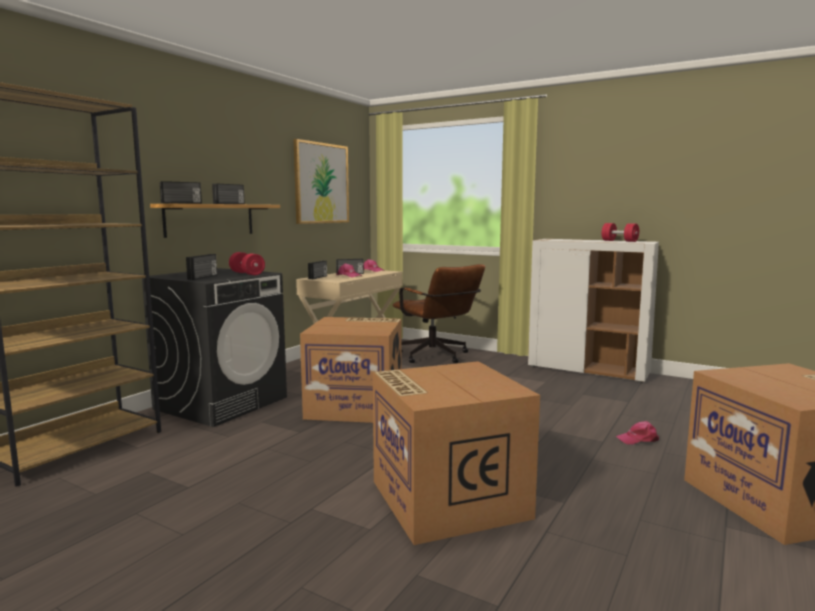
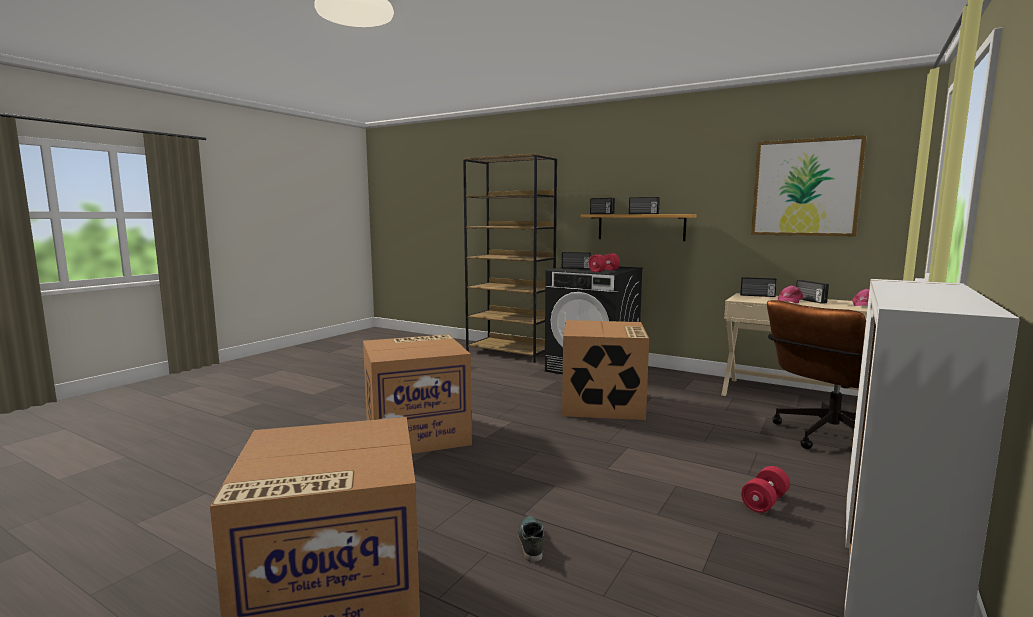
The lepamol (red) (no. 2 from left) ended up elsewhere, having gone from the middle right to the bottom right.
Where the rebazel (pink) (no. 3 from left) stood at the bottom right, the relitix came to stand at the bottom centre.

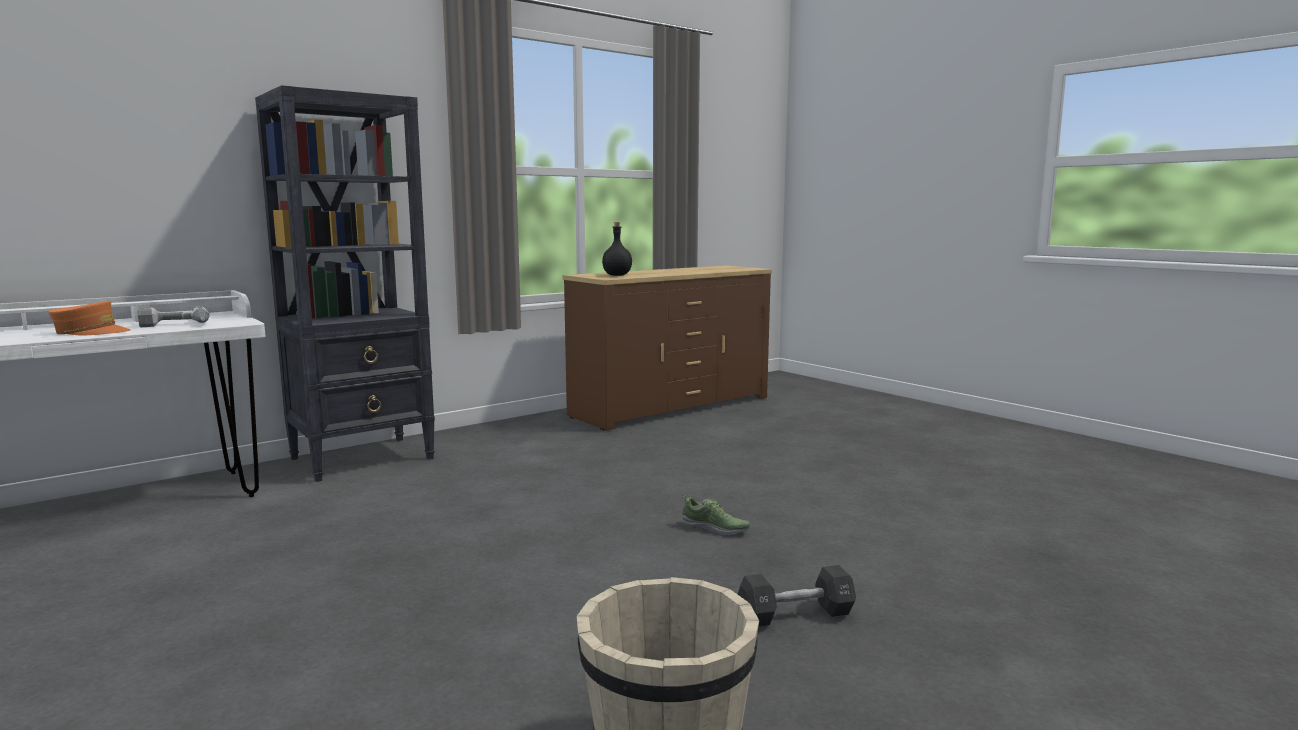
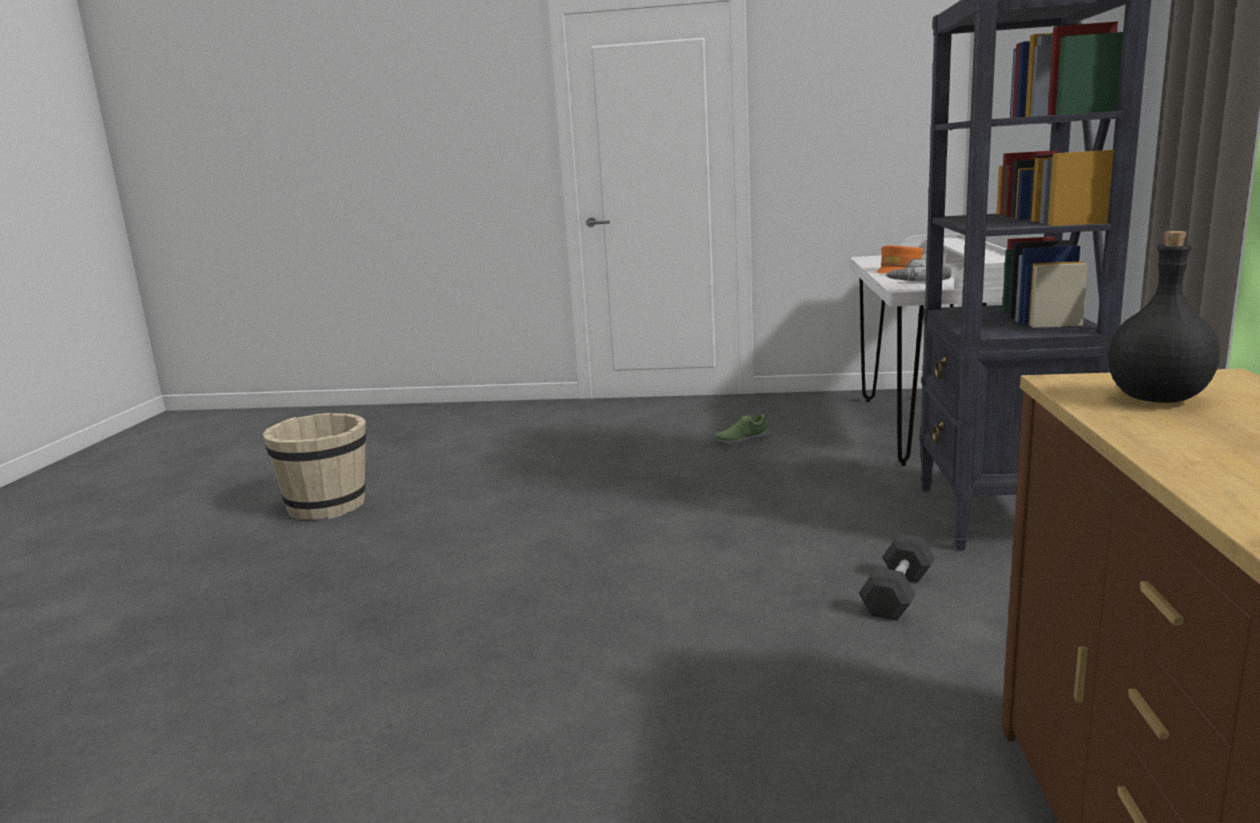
The relitix ended up elsewhere, having gone from the bottom centre to the centre.
The lepamol (black) ended up elsewhere, having gone from the bottom centre to the bottom right.

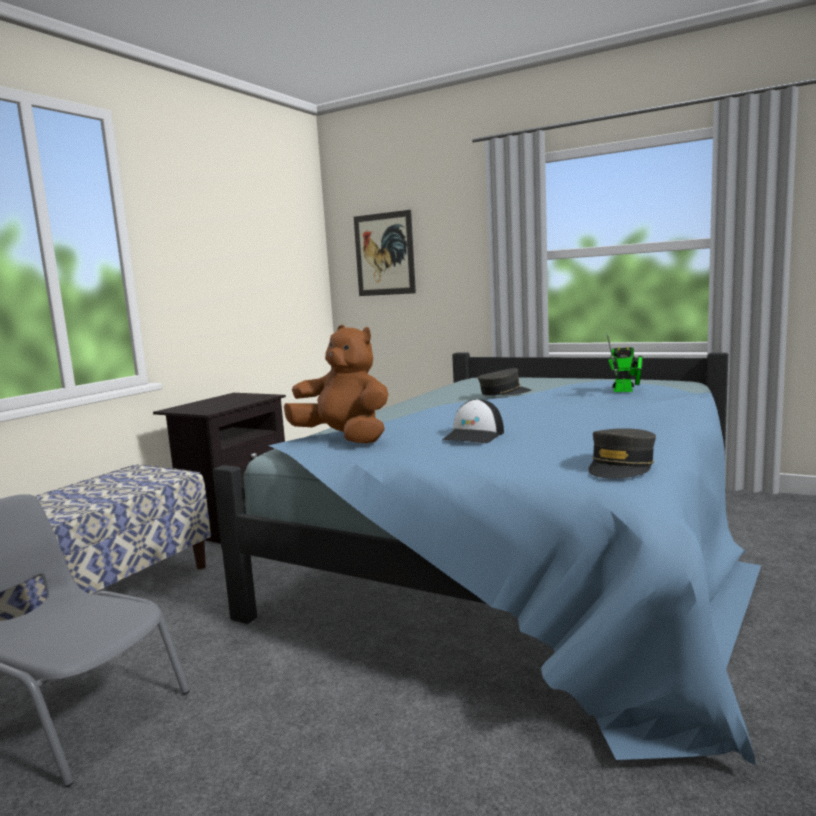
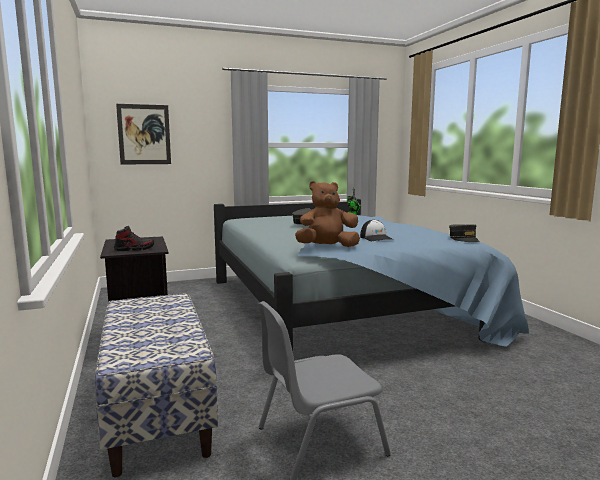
The second view gained the relitix at the middle left.

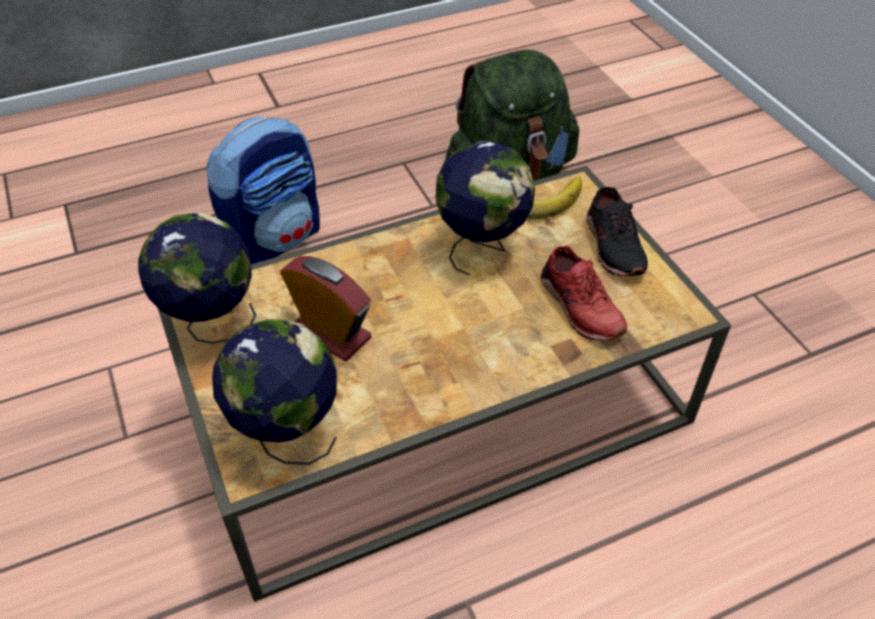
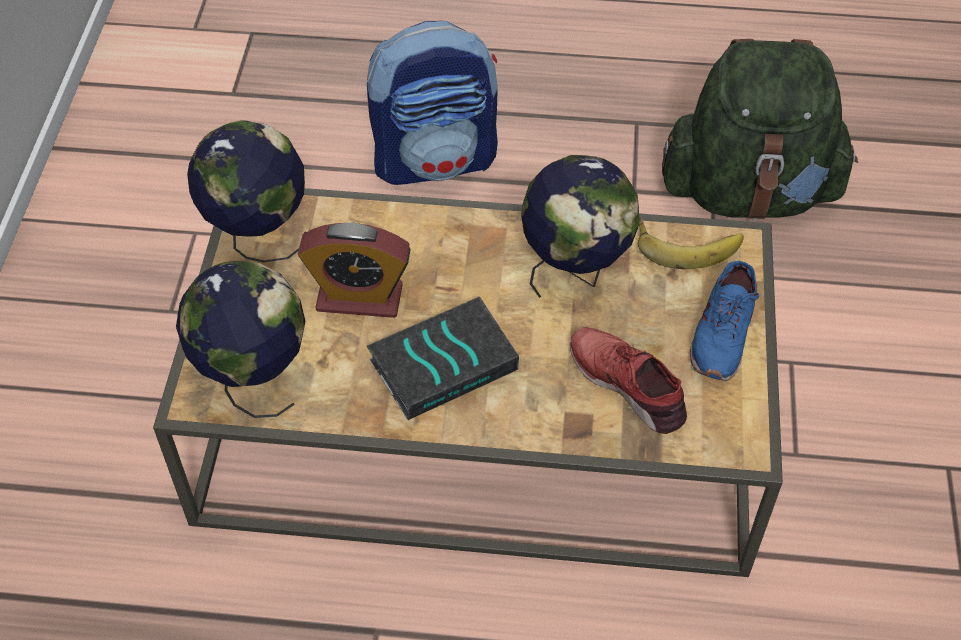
The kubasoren at the centre ended up facing another way, 120 degrees clockwise from before.
The relitix (red) at the middle right ended up facing another way, 135 degrees clockwise from before.
What was the relitix (black) at the middle right turned into the relitix (blue) at the middle right.
The second view gained the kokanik at the centre.

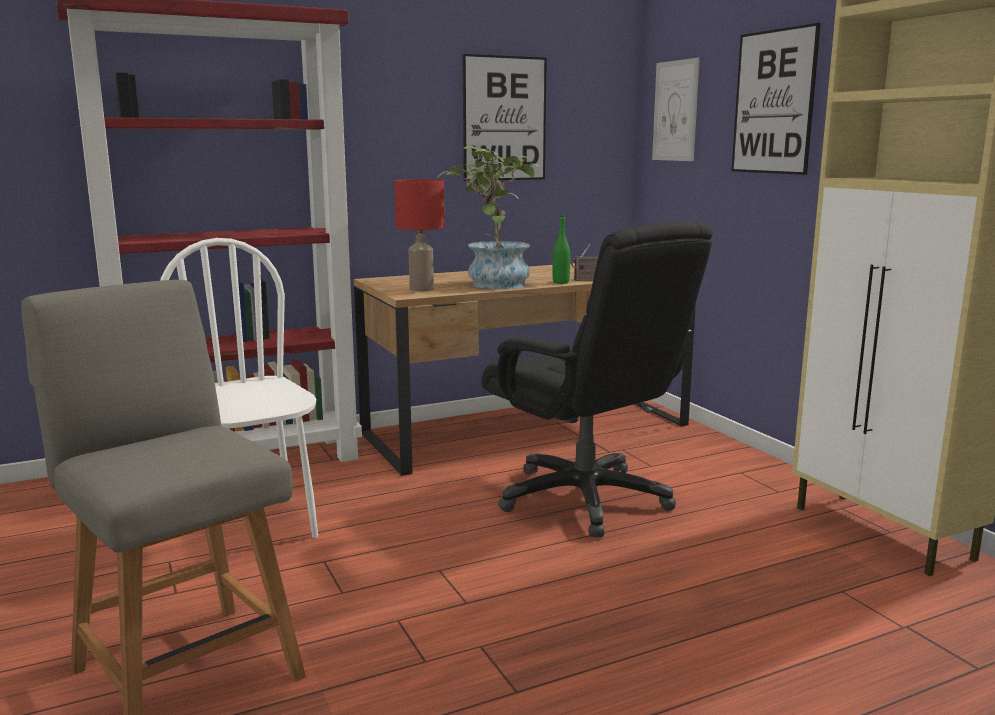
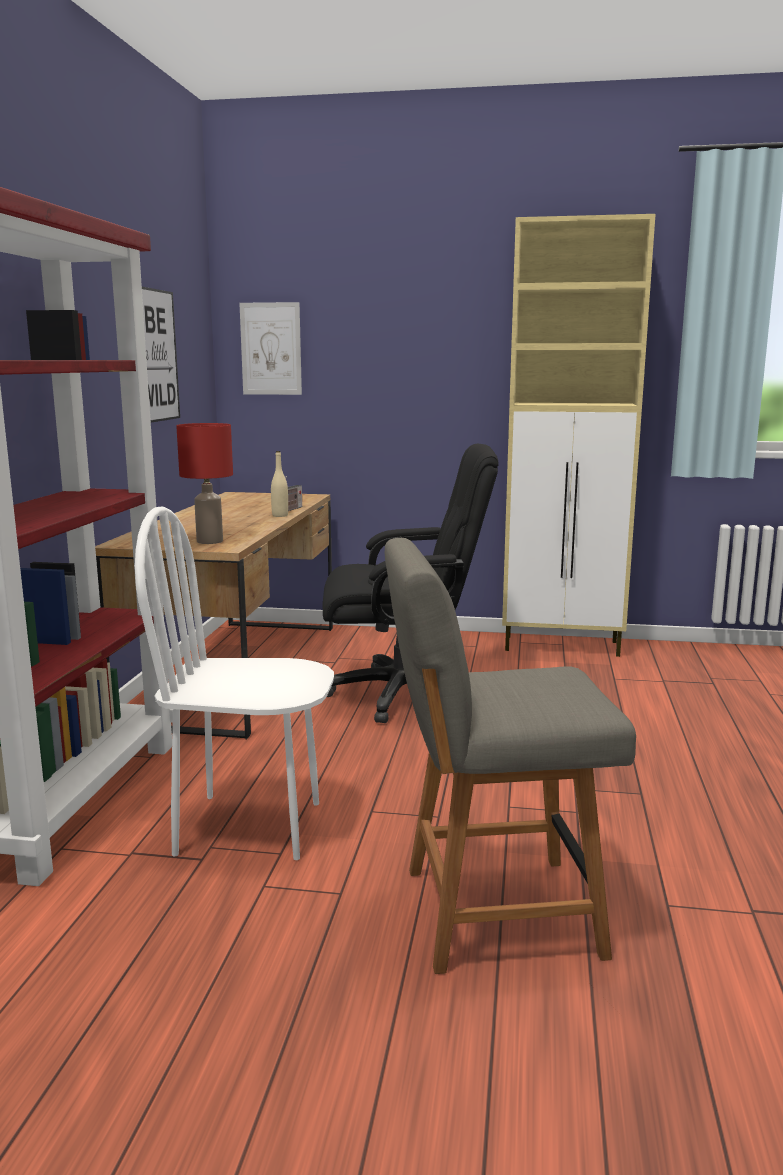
The second view lost the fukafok at the top centre.
What was the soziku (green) at the centre turned into the soziku (beige) at the centre.
The second view lost the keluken (no. 3 from left) at the top right.

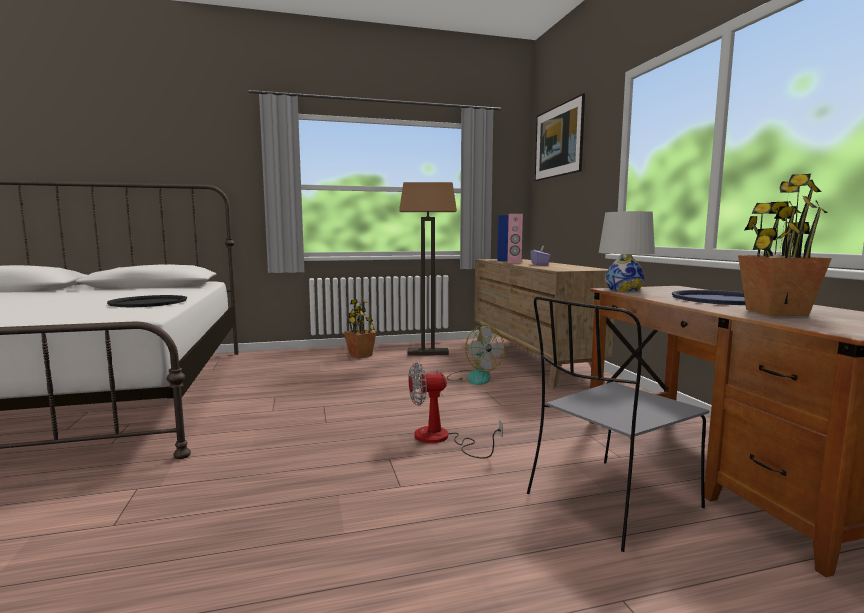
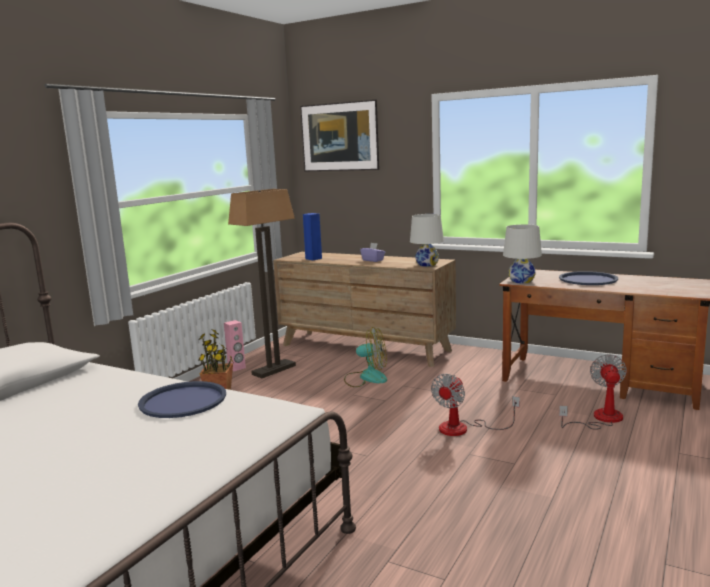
What was the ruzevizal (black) at the middle left turned into the ruzevizal (blue) (no. 1 from left) at the bottom left.
The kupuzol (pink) ended up elsewhere, having gone from the centre to the middle left.
Where the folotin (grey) stood at the bottom right, the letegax (no. 3 from left) came to stand at the bottom right.
The second view lost the fukafok (no. 2 from left) at the middle right.
The second view gained the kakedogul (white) (no. 1 from left) at the centre.

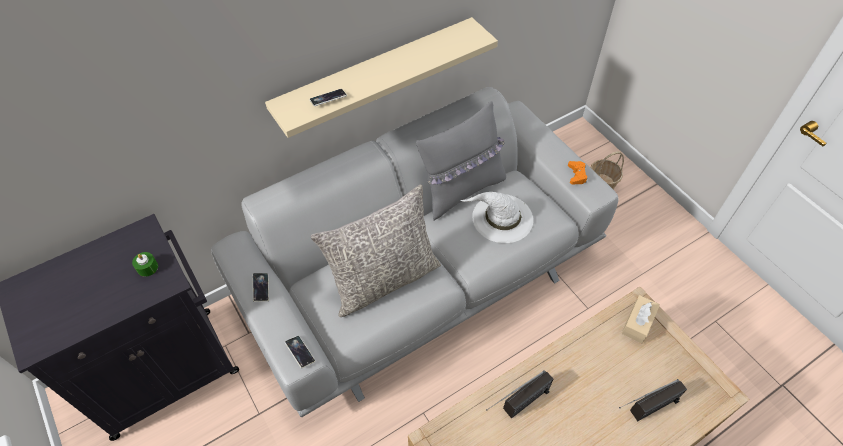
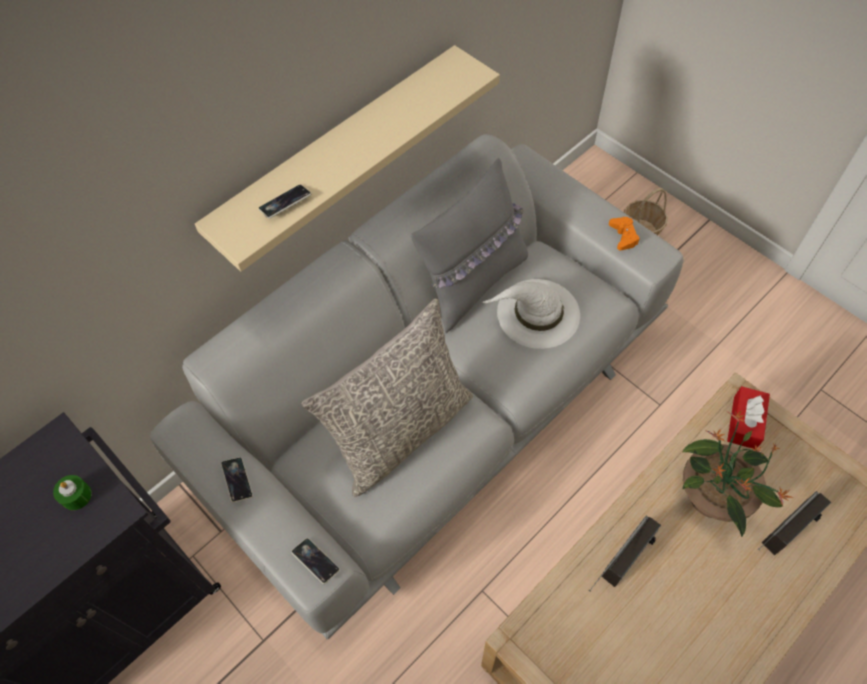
What was the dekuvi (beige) at the bottom right turned into the dekuvi (red) at the middle right.
The second view gained the fukafok at the bottom right.

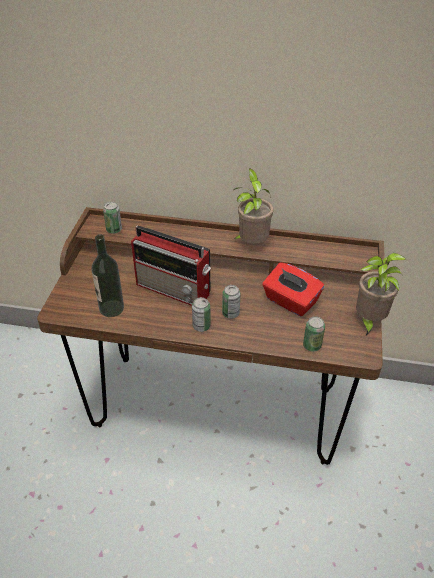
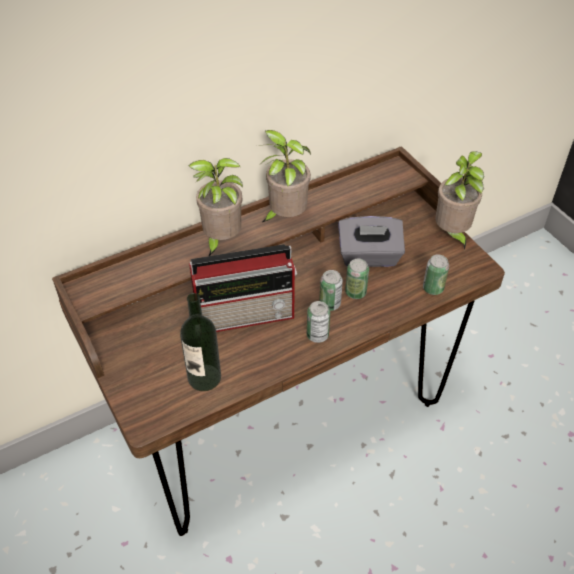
The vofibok (no. 1 from left in the first image) ended up elsewhere, having gone from the middle left to the centre.
What was the dekuvi (red) at the middle right turned into the dekuvi (grey) at the centre.
The second view gained the fukafok (no. 1 from left) at the centre.

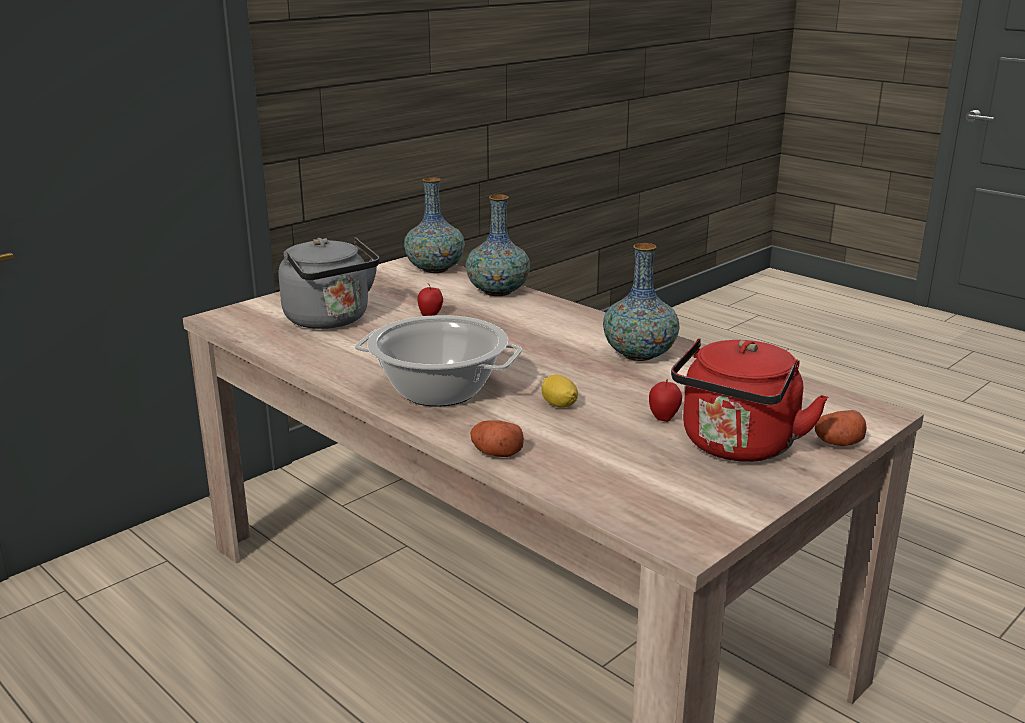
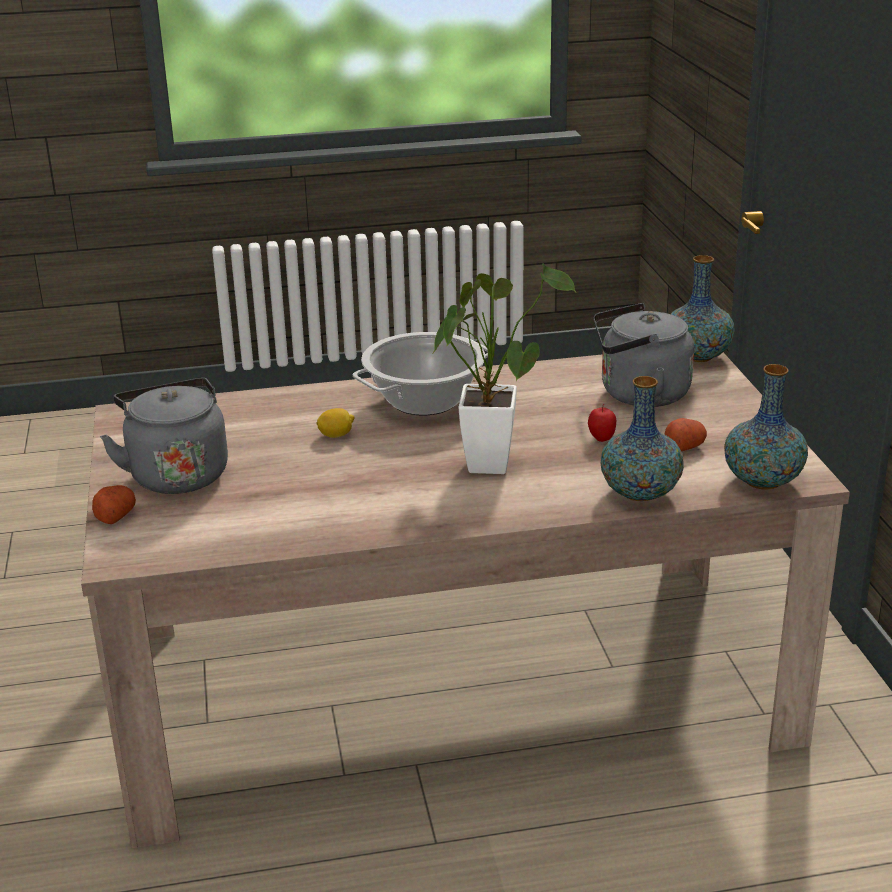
The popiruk (no. 1 from left in the first image) ended up elsewhere, having gone from the centre to the middle right.
The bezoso (no. 3 from left in the first image) ended up elsewhere, having gone from the centre to the middle right.
The second view lost the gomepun (no. 2 from left) at the centre.
What was the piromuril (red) at the middle right turned into the piromuril (grey) (no. 1 from left) at the middle left.
The second view gained the fukafok at the centre.

